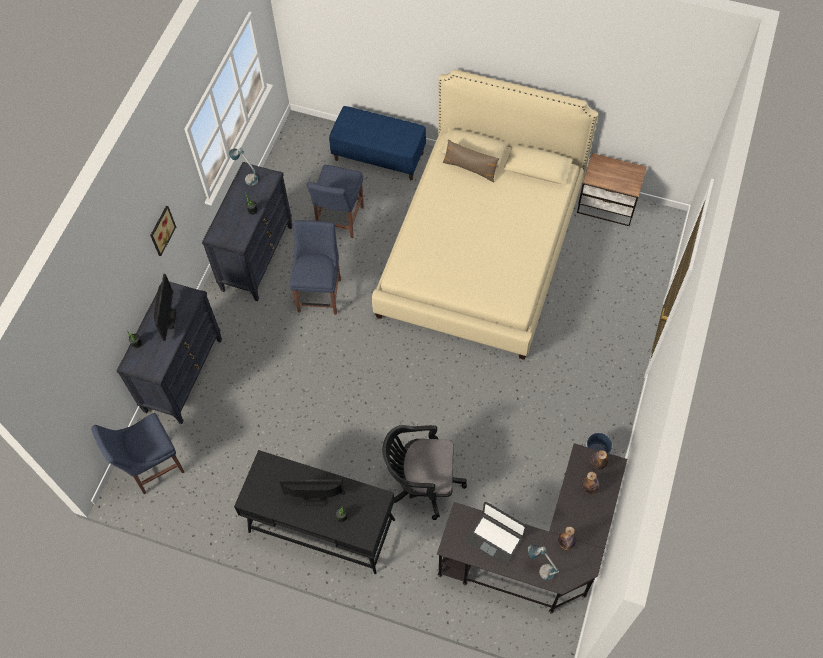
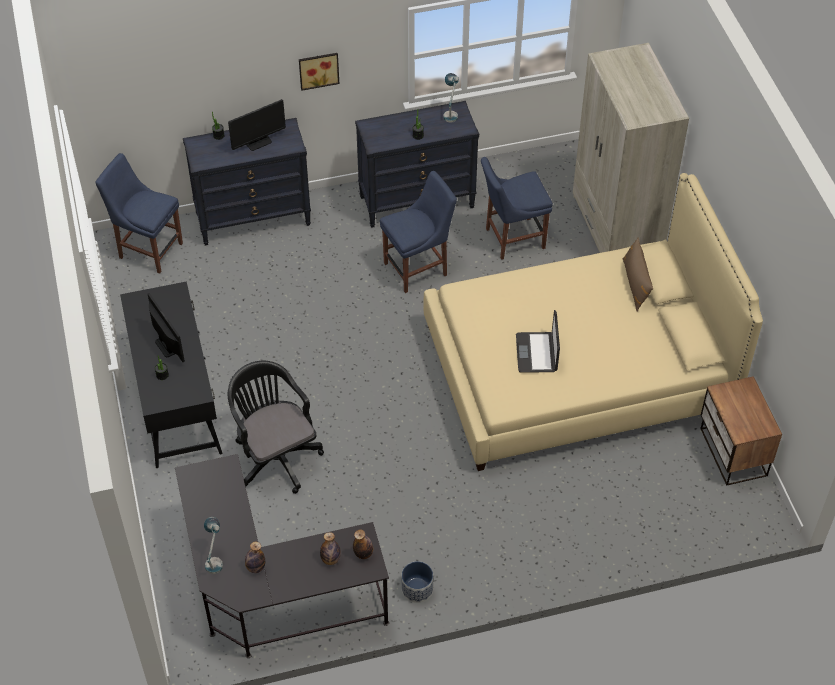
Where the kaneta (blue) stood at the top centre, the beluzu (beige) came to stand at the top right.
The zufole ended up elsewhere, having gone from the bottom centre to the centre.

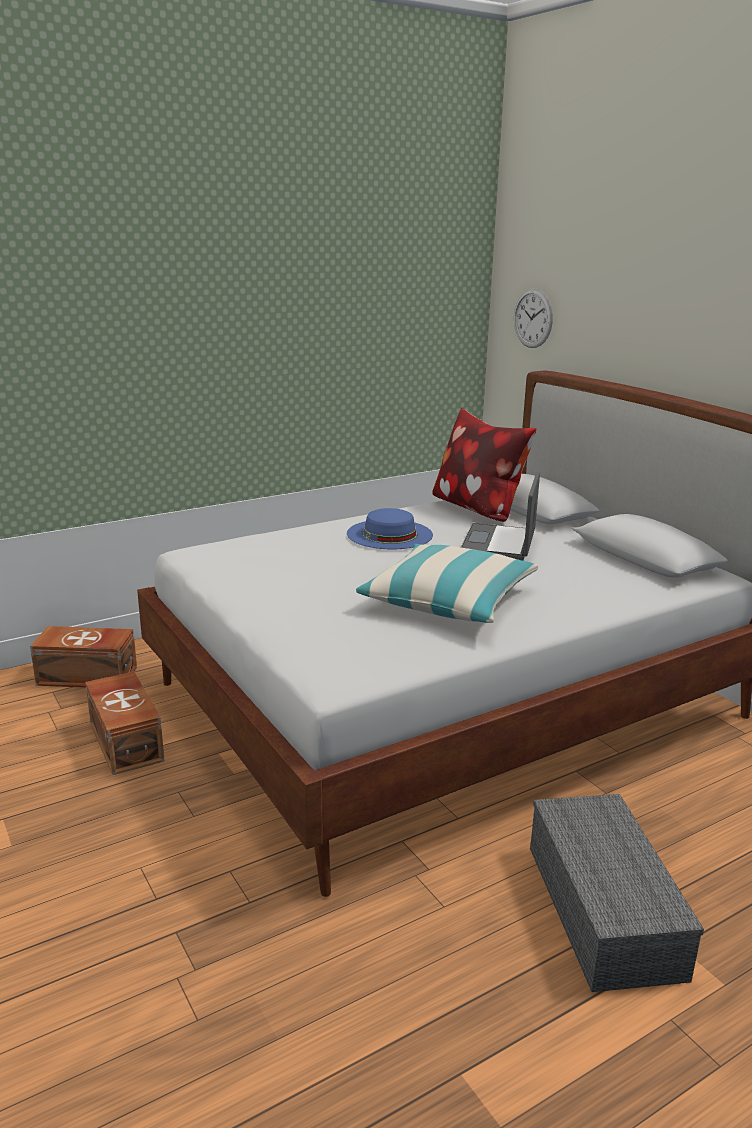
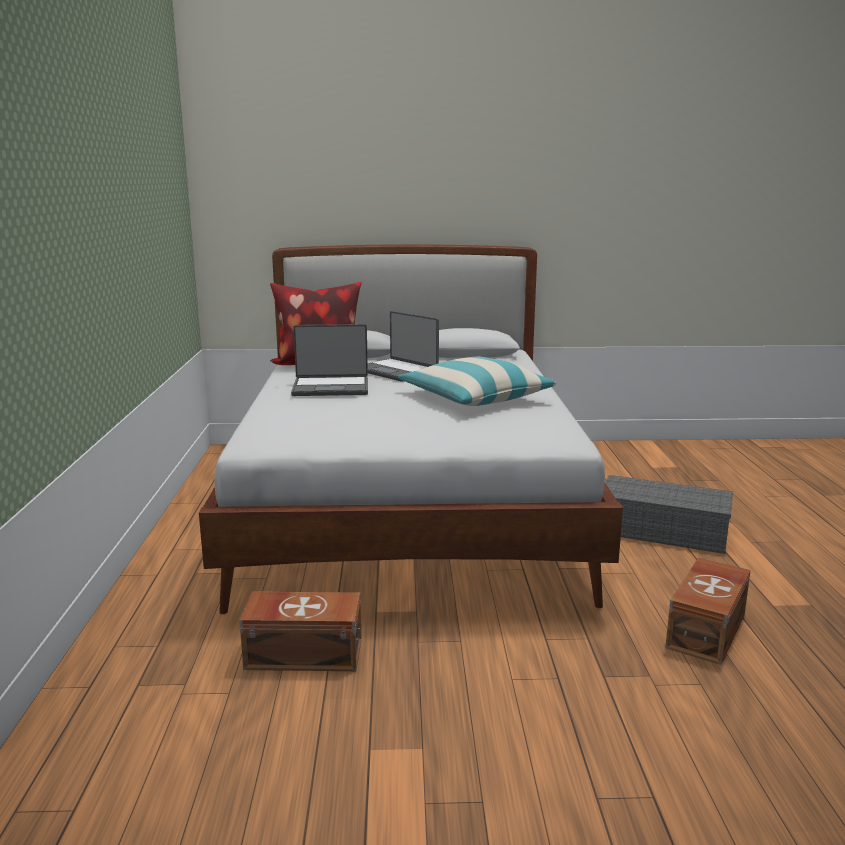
The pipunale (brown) (no. 1 from left in the first image) ended up elsewhere, having gone from the middle left to the bottom right.
Where the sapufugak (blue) stood at the centre, the zufole (no. 1 from left) came to stand at the centre.
The second view lost the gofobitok at the top right.

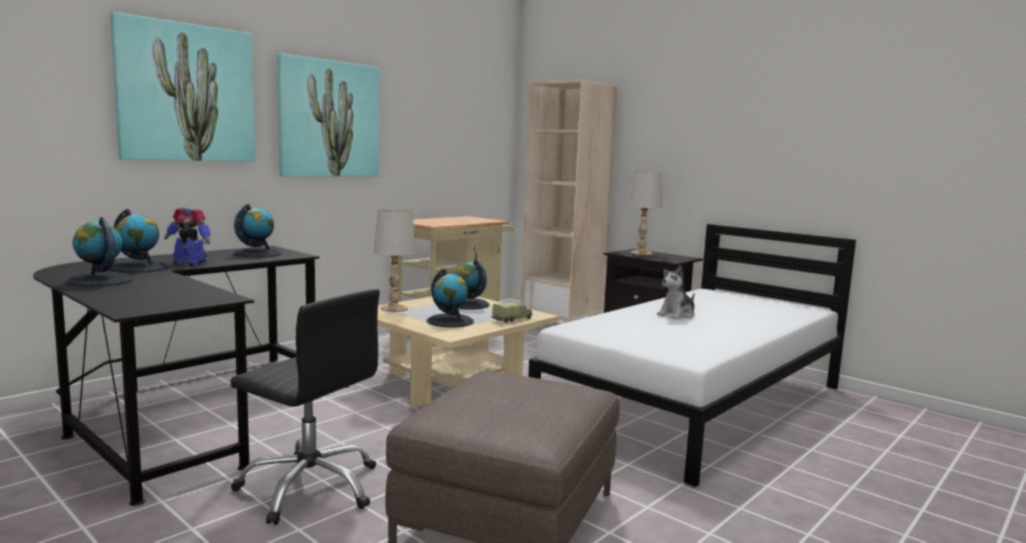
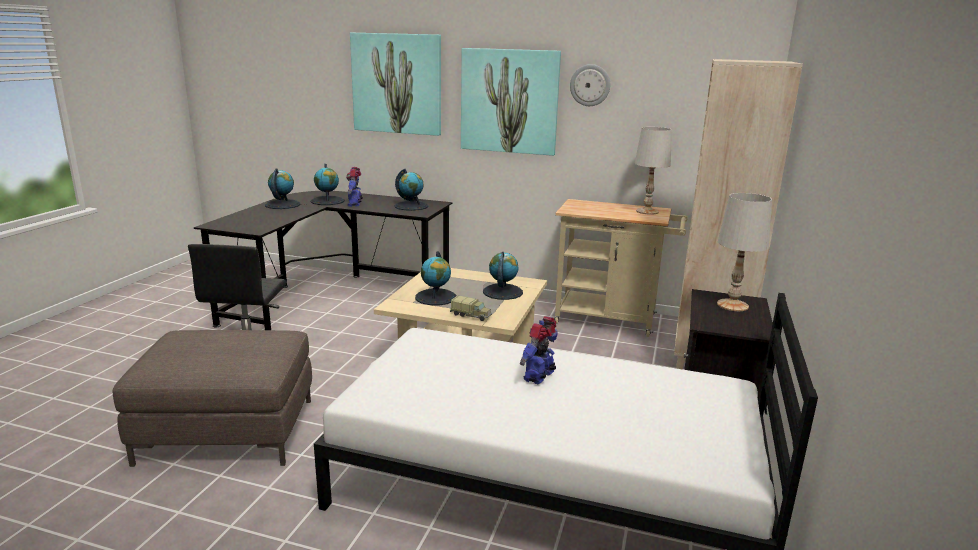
The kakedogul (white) (no. 1 from left) ended up elsewhere, having gone from the centre to the top right.
Where the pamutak stood at the centre, the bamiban (no. 2 from left) came to stand at the centre.
The second view gained the gofobitok at the top centre.

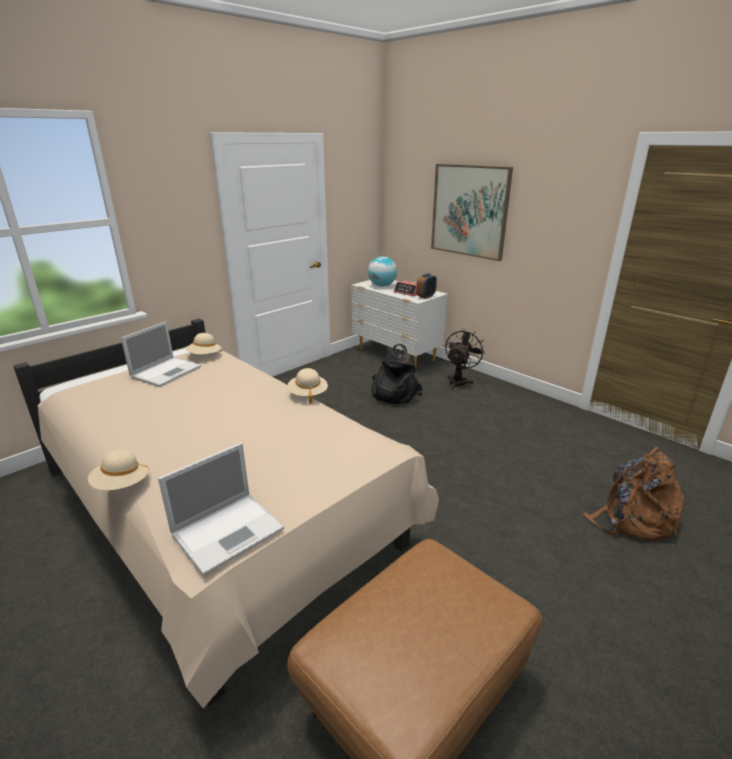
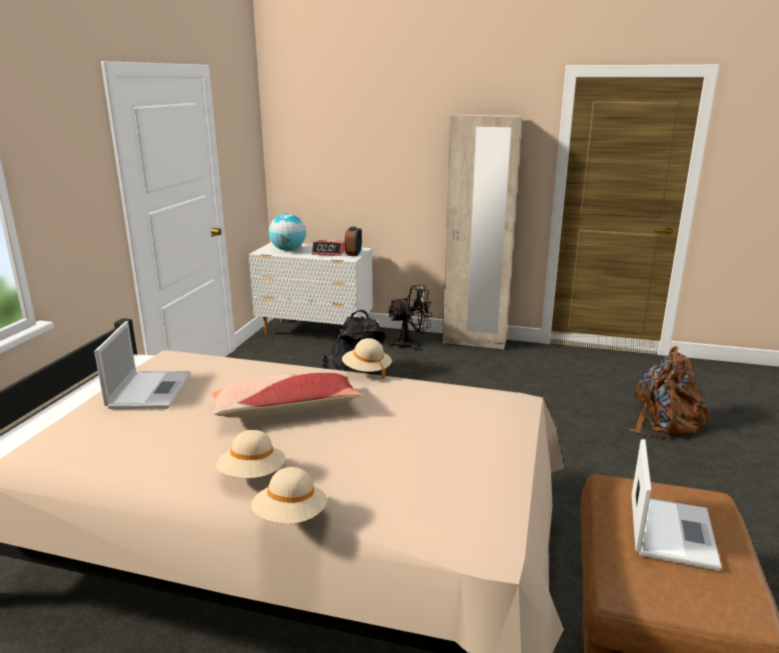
The zufole (no. 2 from left) ended up elsewhere, having gone from the bottom left to the bottom right.
The sapufugak (beige) (no. 2 from left in the first image) ended up elsewhere, having gone from the middle left to the bottom left.
The second view lost the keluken at the top centre.
The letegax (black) at the centre ended up facing another way, 75 degrees clockwise from before.
The second view gained the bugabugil at the centre.
The second view gained the beluzu (beige) at the centre.

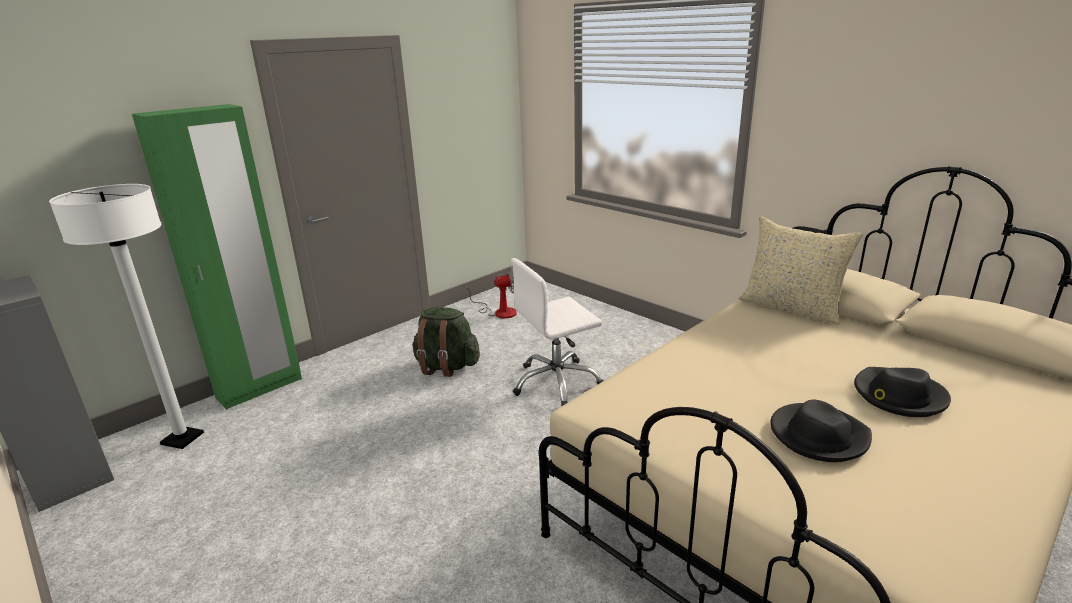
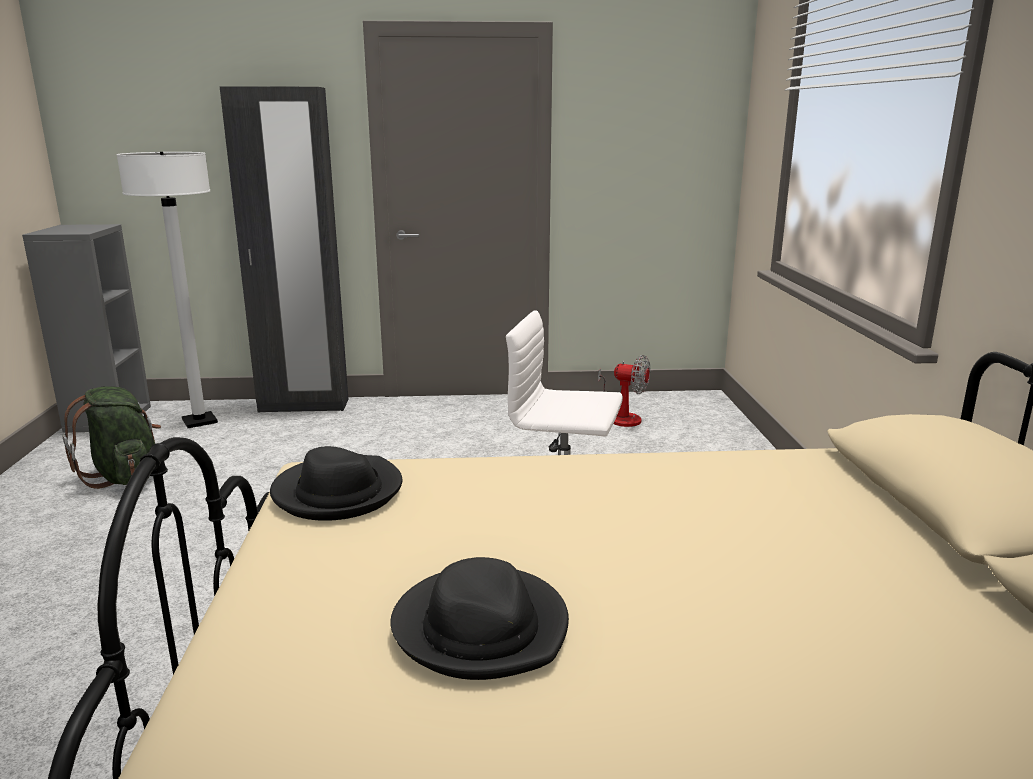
What was the beluzu (green) at the middle left turned into the beluzu (black) at the top left.
The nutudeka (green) ended up elsewhere, having gone from the centre to the middle left.
The second view lost the bugabugil (beige) at the middle right.
The sapufugak (black) (no. 2 from left in the first image) ended up elsewhere, having gone from the middle right to the middle left.

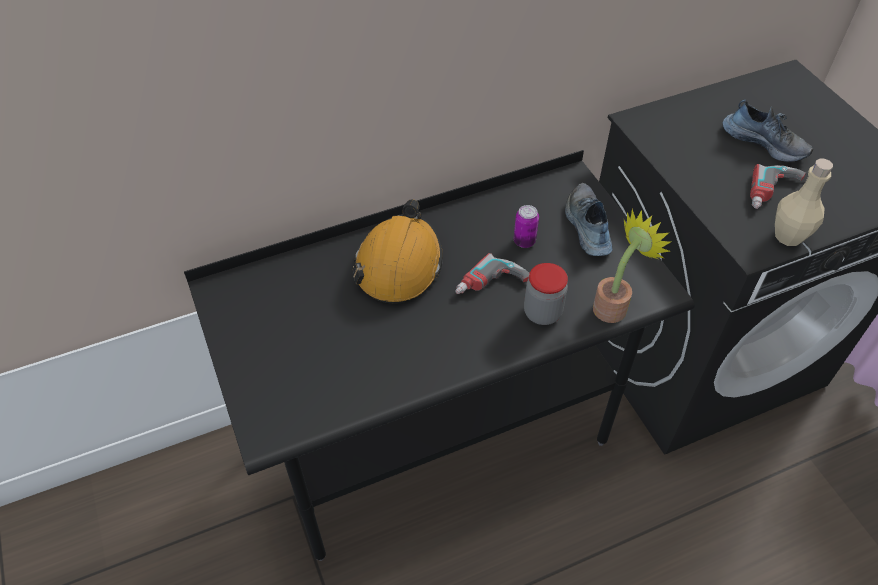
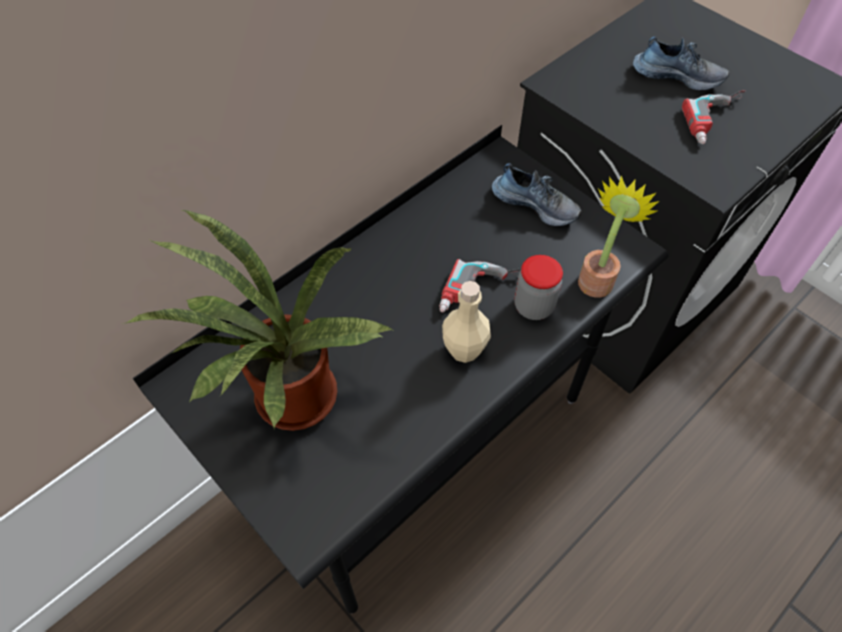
The second view lost the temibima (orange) at the centre.
The second view lost the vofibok at the centre.
The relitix (no. 1 from left) at the middle right ended up facing another way, 150 degrees clockwise from before.
The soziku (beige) ended up elsewhere, having gone from the middle right to the centre.
The second view gained the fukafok (no. 1 from left) at the middle left.

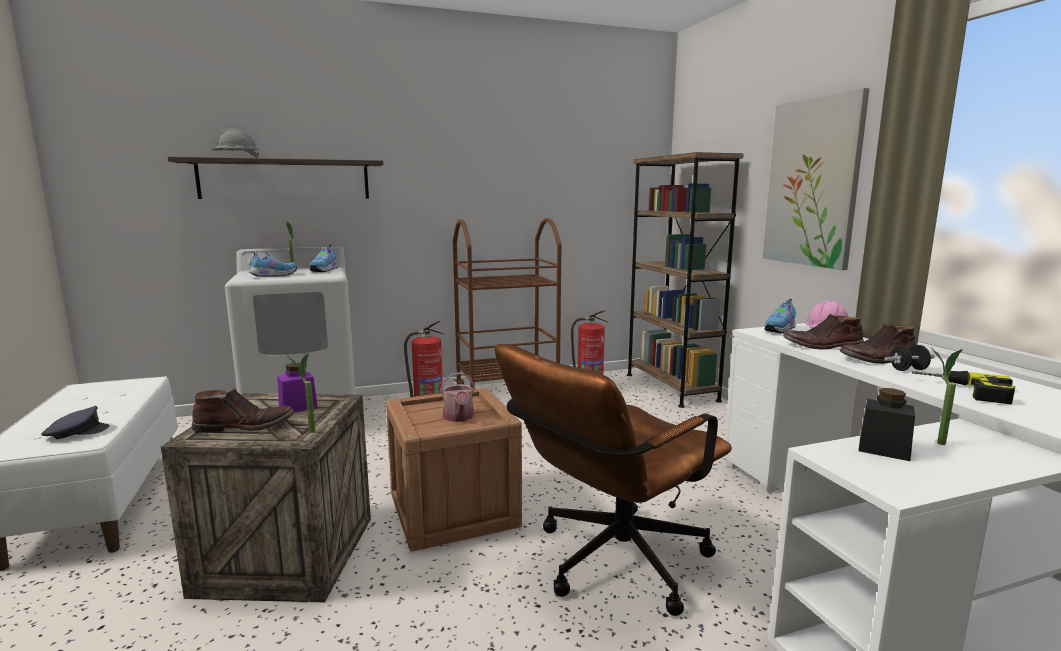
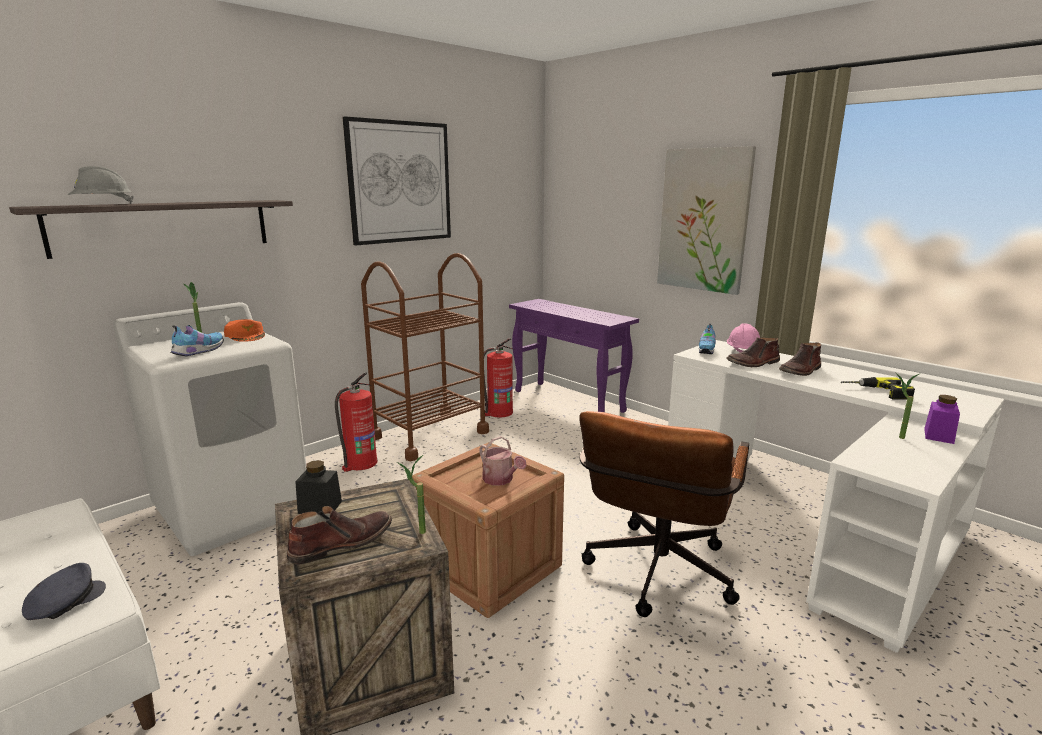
The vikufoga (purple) ended up elsewhere, having gone from the middle left to the middle right.
Where the relitix (no. 2 from left) stood at the middle left, the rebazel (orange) came to stand at the middle left.
Where the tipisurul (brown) stood at the centre, the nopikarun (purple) came to stand at the centre.
The vikufoga (black) ended up elsewhere, having gone from the middle right to the middle left.
The second view lost the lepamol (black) at the middle right.
The second view gained the keluken (no. 1 from left) at the top centre.

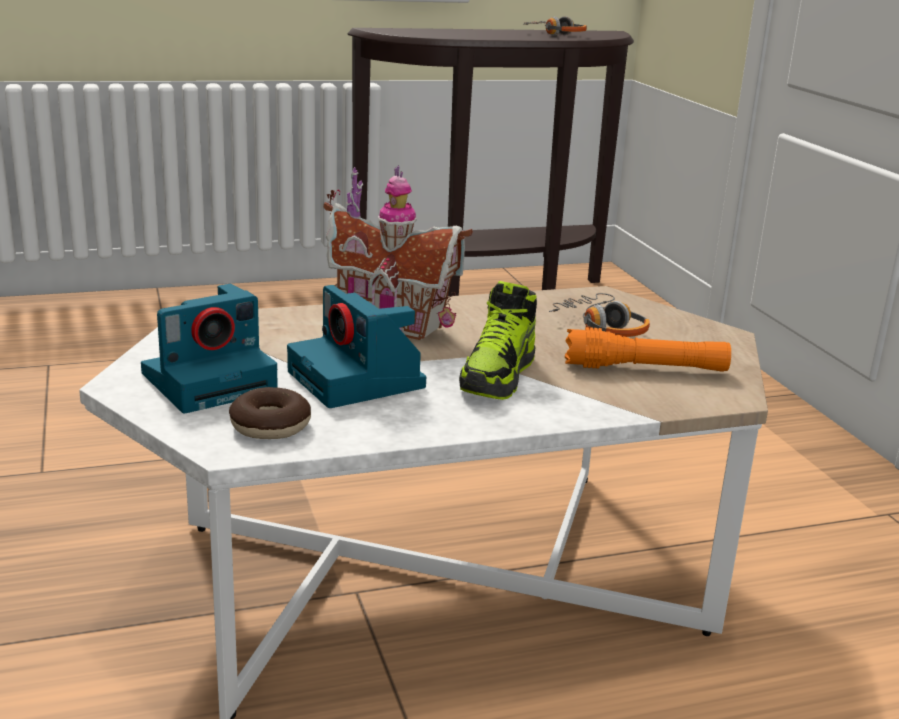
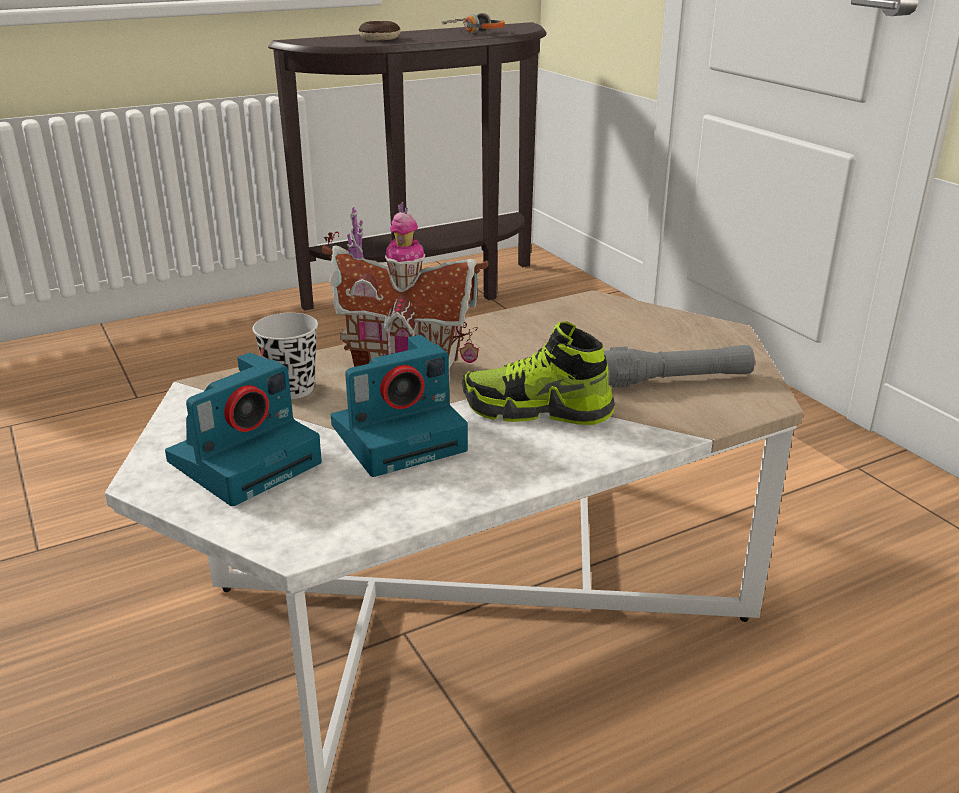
The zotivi ended up elsewhere, having gone from the middle left to the top centre.
The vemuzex (no. 2 from left) at the centre ended up facing another way, 75 degrees counterclockwise from before.
The relitix at the centre ended up facing another way, 90 degrees clockwise from before.
The second view lost the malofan (no. 2 from left) at the centre.
What was the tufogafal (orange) at the middle right turned into the tufogafal (grey) at the middle right.
The second view gained the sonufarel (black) at the middle left.

